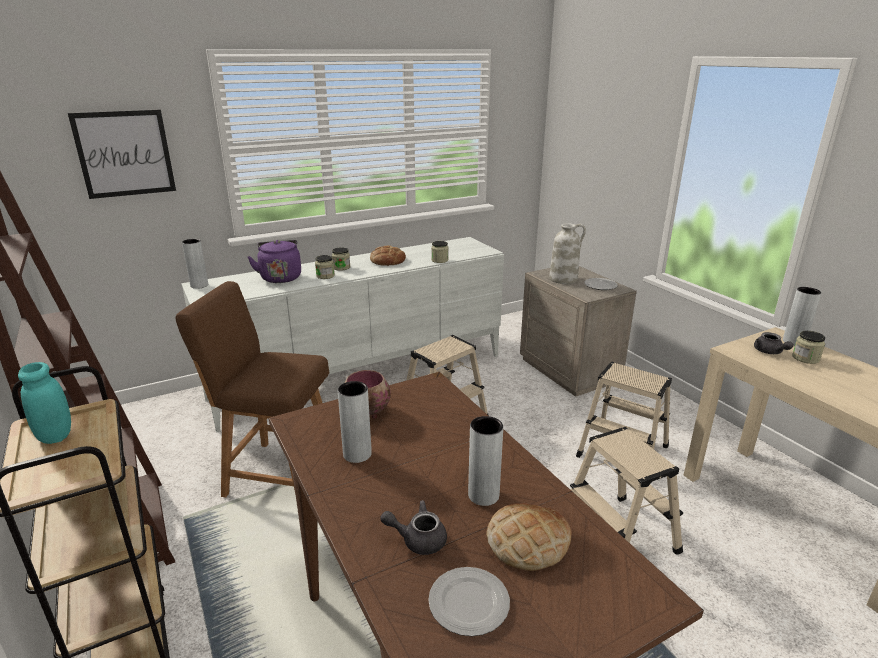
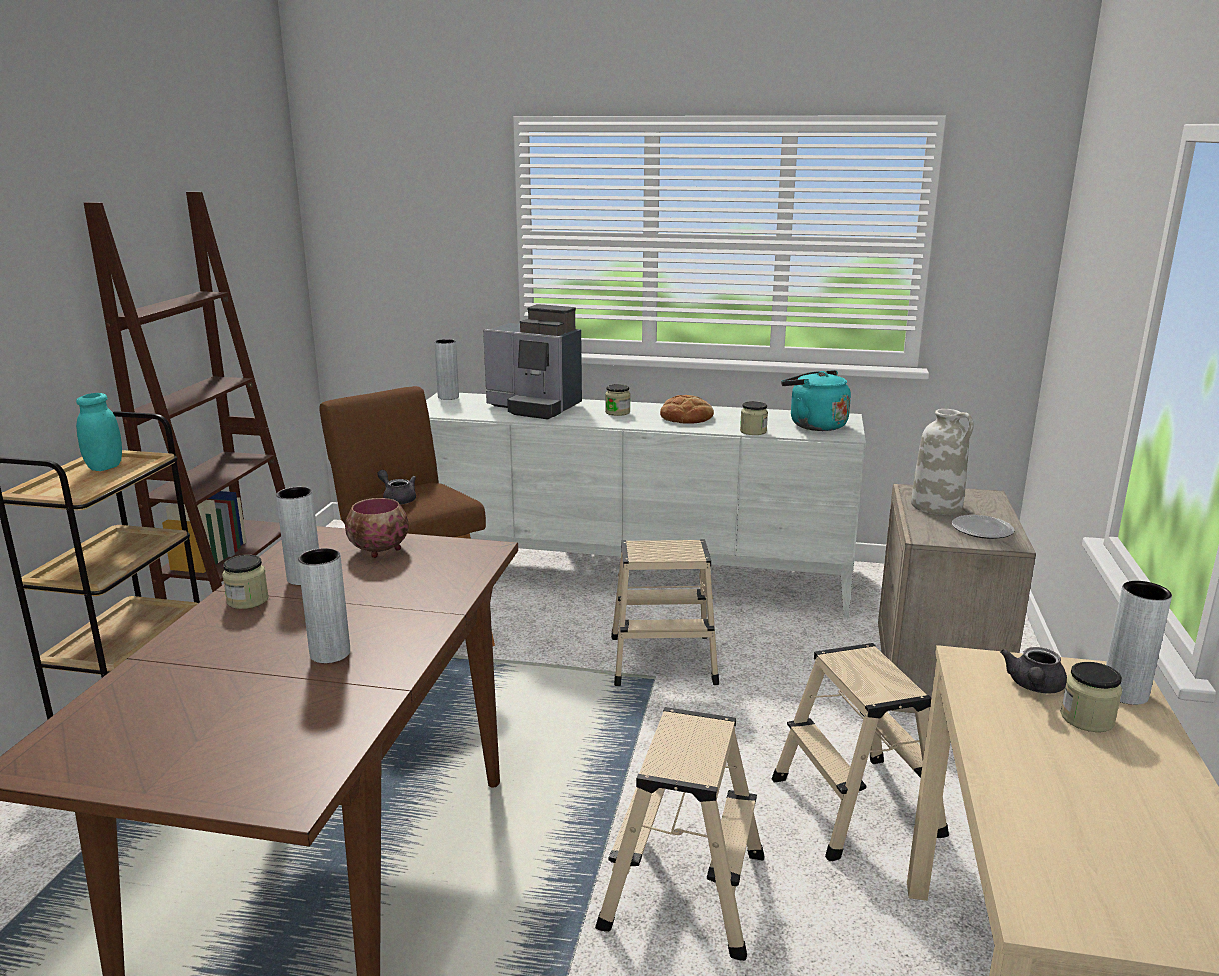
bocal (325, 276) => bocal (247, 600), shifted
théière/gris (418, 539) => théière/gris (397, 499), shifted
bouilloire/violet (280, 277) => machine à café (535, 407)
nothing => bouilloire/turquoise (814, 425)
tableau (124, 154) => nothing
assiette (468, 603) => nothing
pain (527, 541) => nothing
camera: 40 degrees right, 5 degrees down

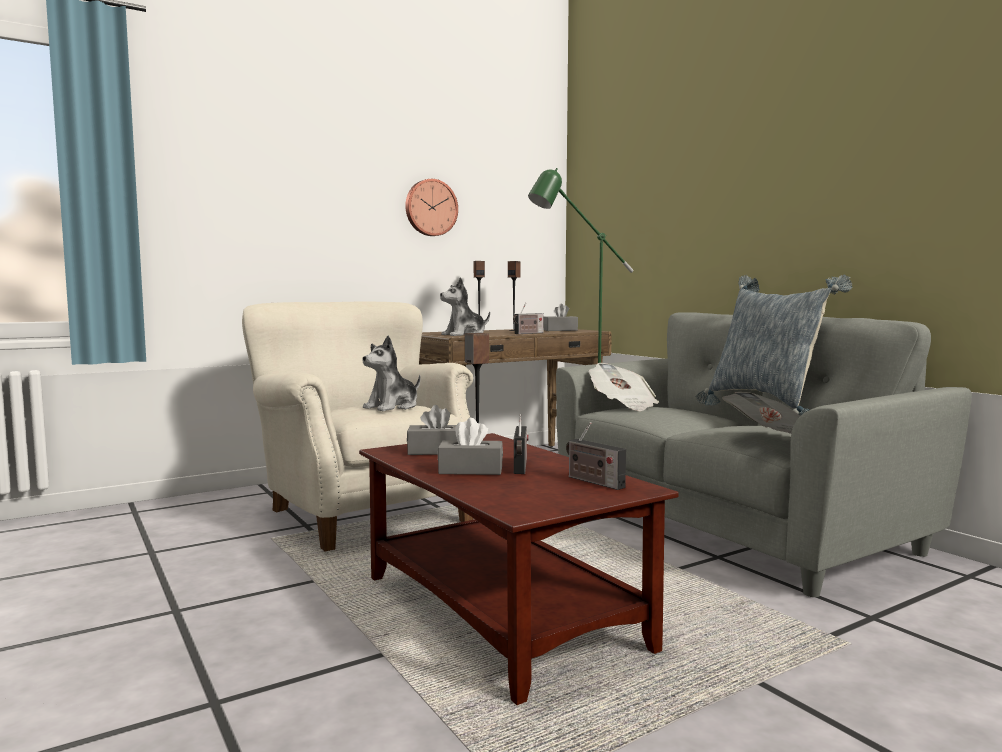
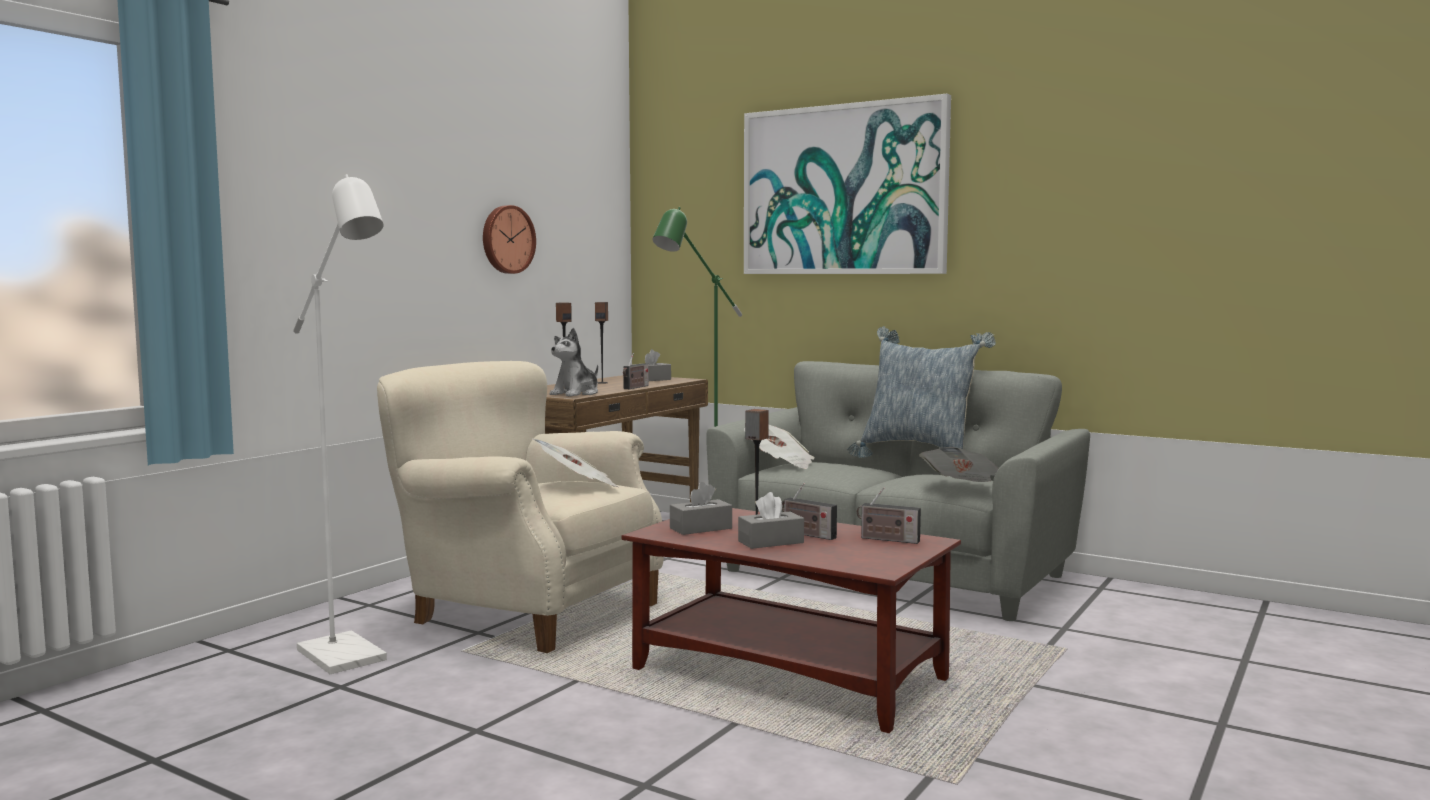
nothing => lampadaire/blanc (349, 660)
peluche (392, 407) => journal (577, 486)
nothing => tableau (843, 190)
radio (521, 467) => radio (807, 534), 150 degrees clockwise
camera: 25 degrees left, 0 degrees up

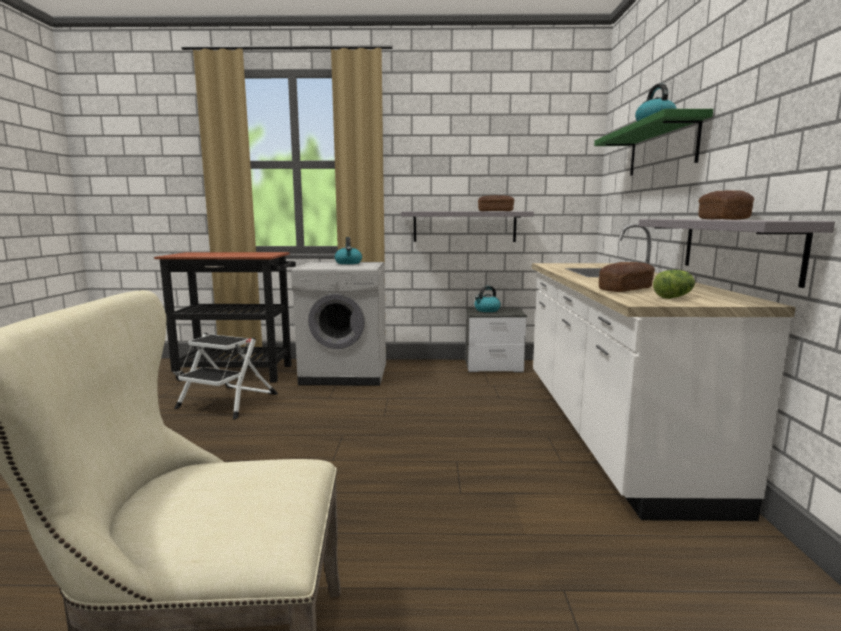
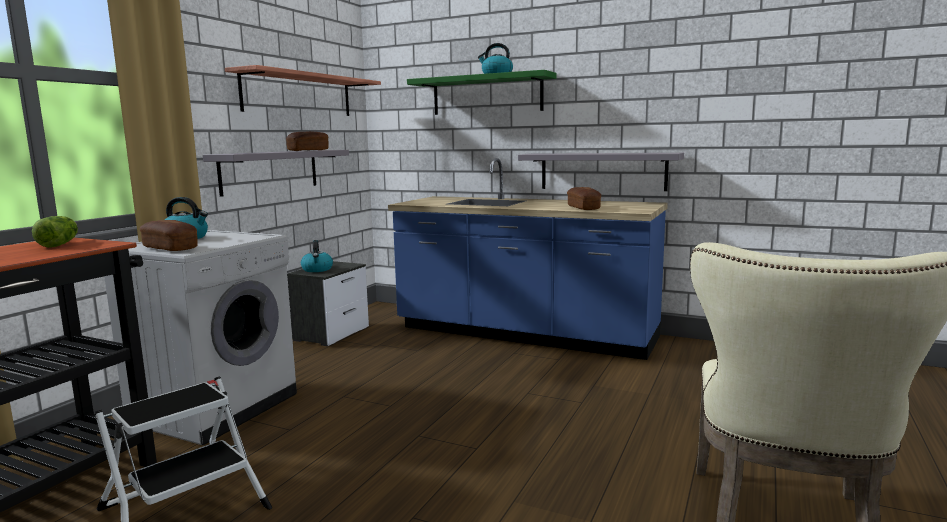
laitue (675, 296) => laitue (60, 244), shifted
pain (722, 219) => pain (170, 248), shifted
nothing => étagère (299, 95)
comptoir de cuisine/blanc (609, 431) => comptoir de cuisine/bleu (524, 334)
camera: 65 degrees left, 0 degrees up

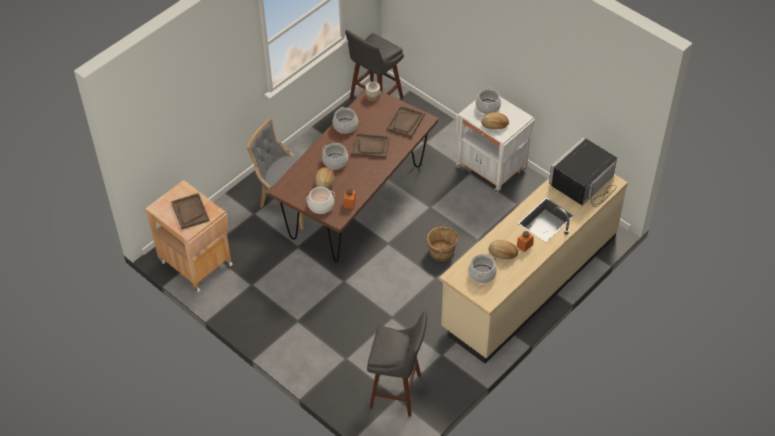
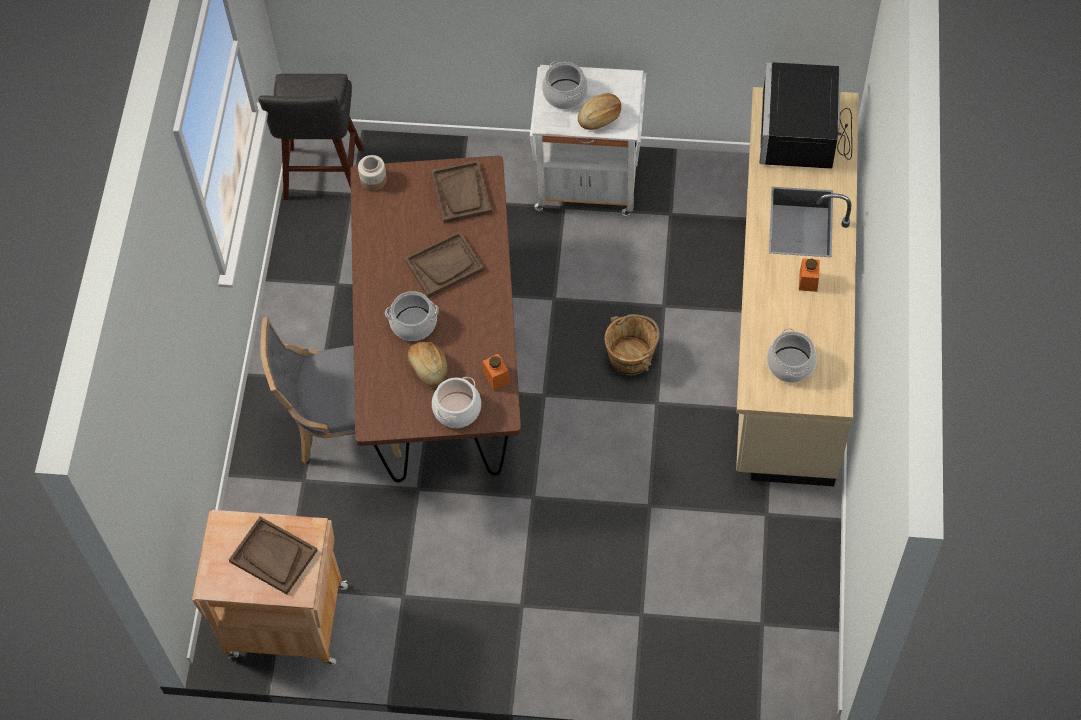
marmite (345, 126) => nothing
tabouret/gris (398, 392) => nothing
pain (503, 253) => nothing
camera: 35 degrees left, 10 degrees up

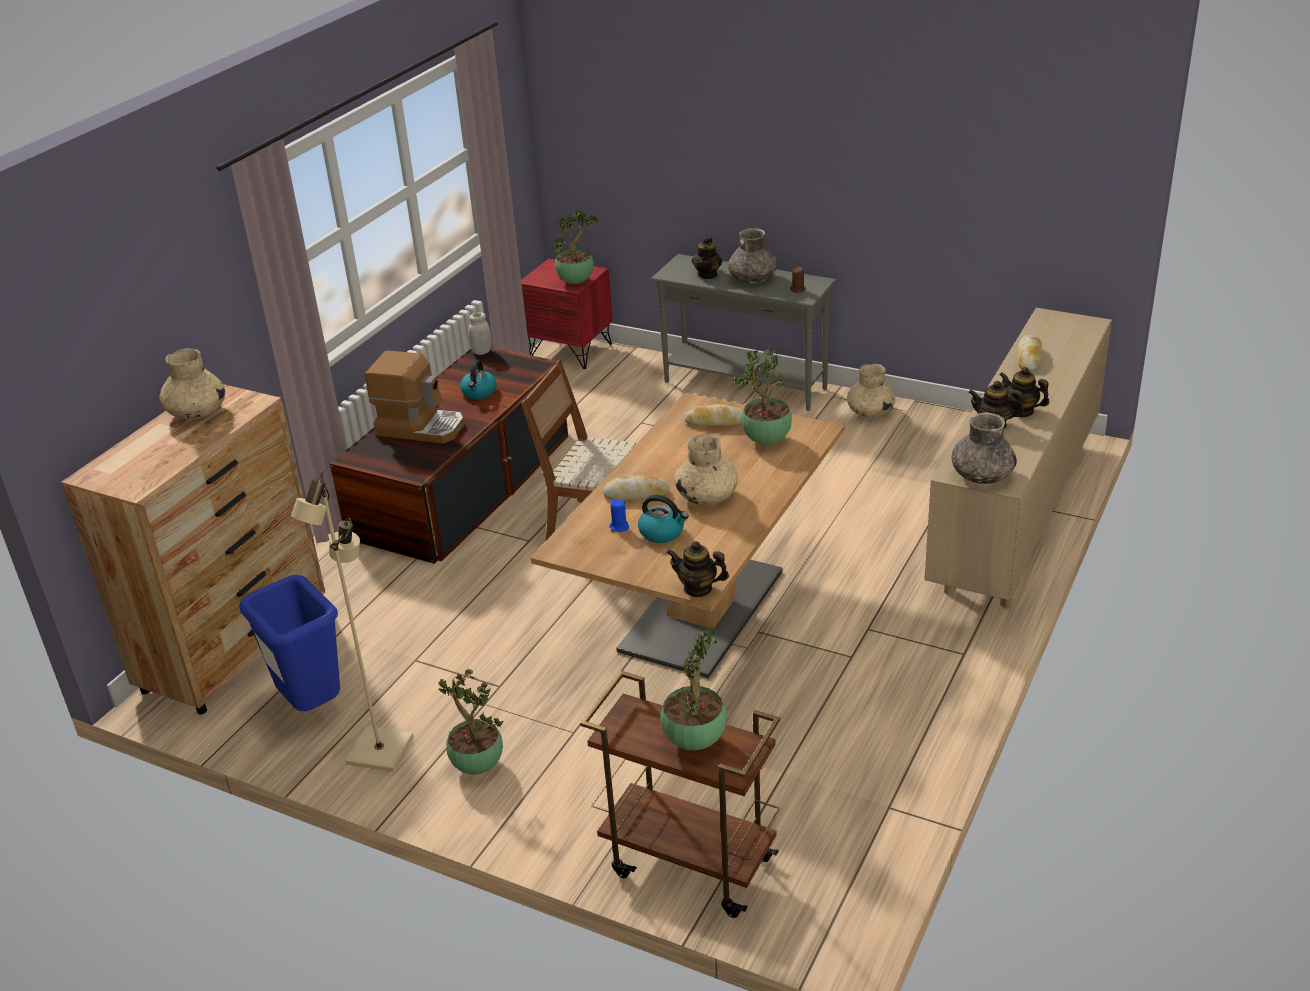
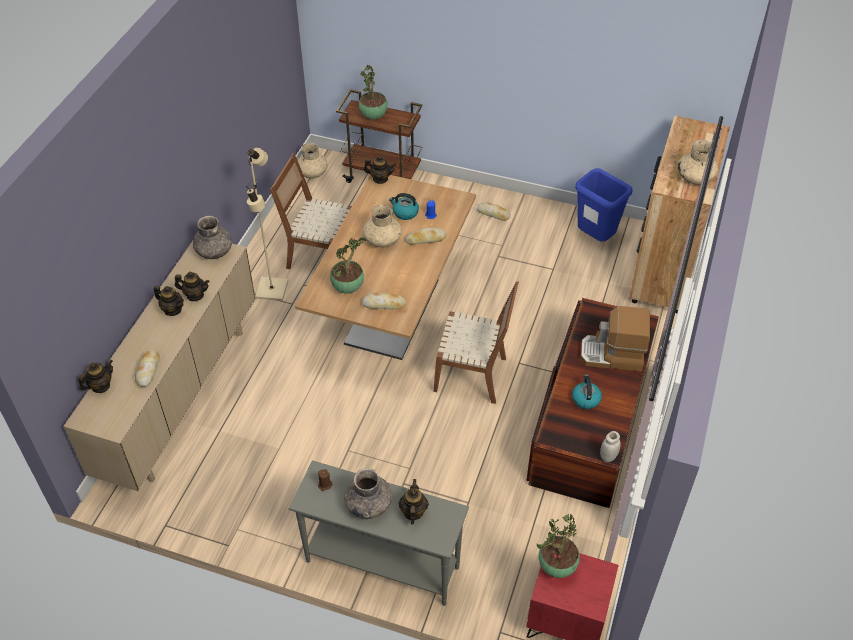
nothing => théière (100, 386)
lampadaire/beige (380, 750) => lampadaire/beige (271, 289), shifted
nothing => chaise (319, 255)
vase/beige (870, 412) => vase/beige (312, 172), shifted
plante en pot (476, 765) => pain (493, 214)
camera: 170 degrees right, 15 degrees up

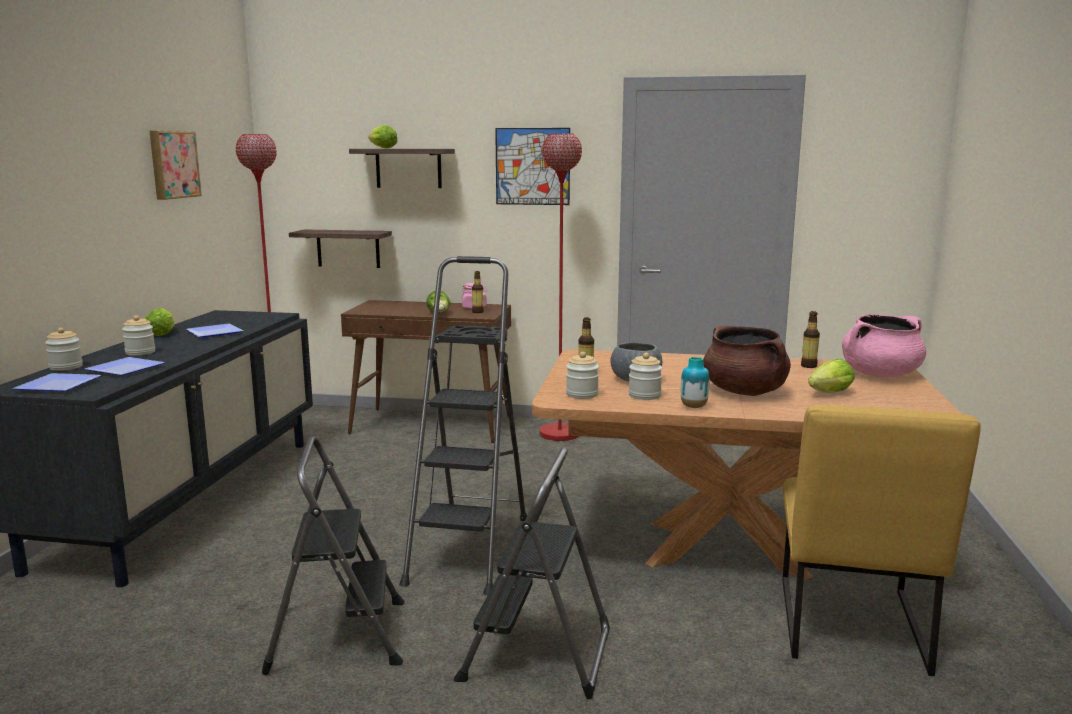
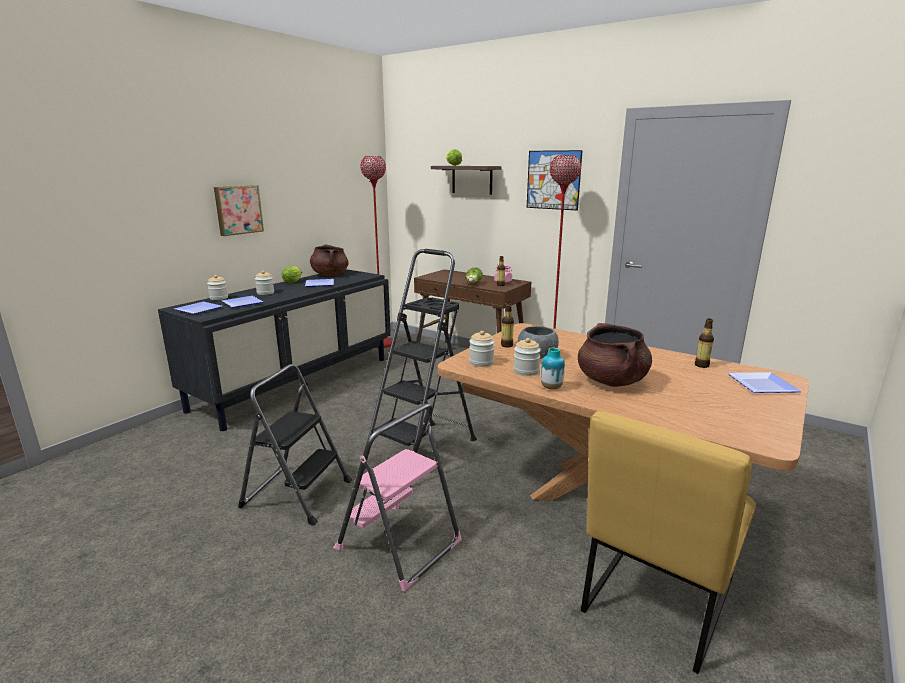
tableau (173, 164) => tableau (238, 210), shifted
nothing => marmite/marron (330, 274)
escabeau/noir (542, 655) => escabeau/rose (401, 546)
marmite/rose (880, 374) => assiette (763, 384)
étagère (348, 248) => nothing
laitue (828, 393) => nothing
camera: 25 degrees right, 5 degrees up

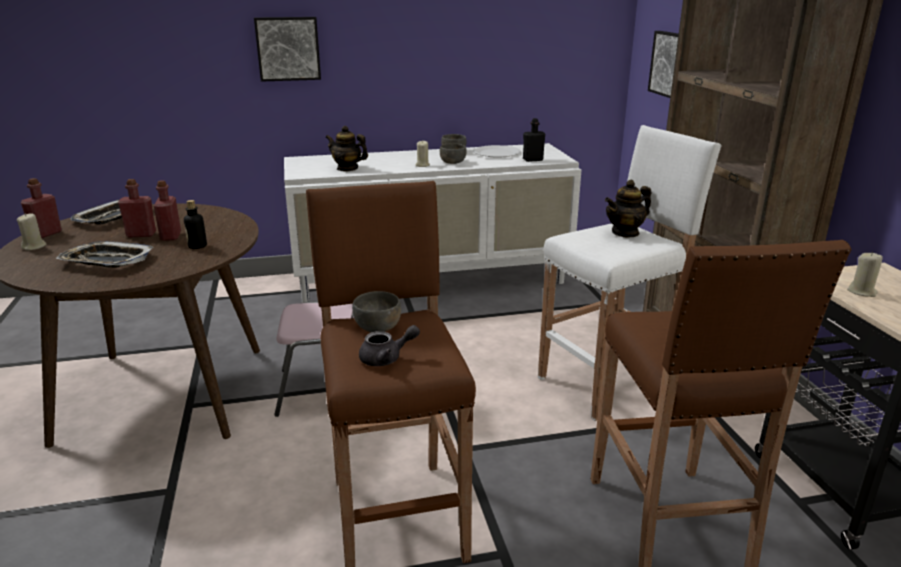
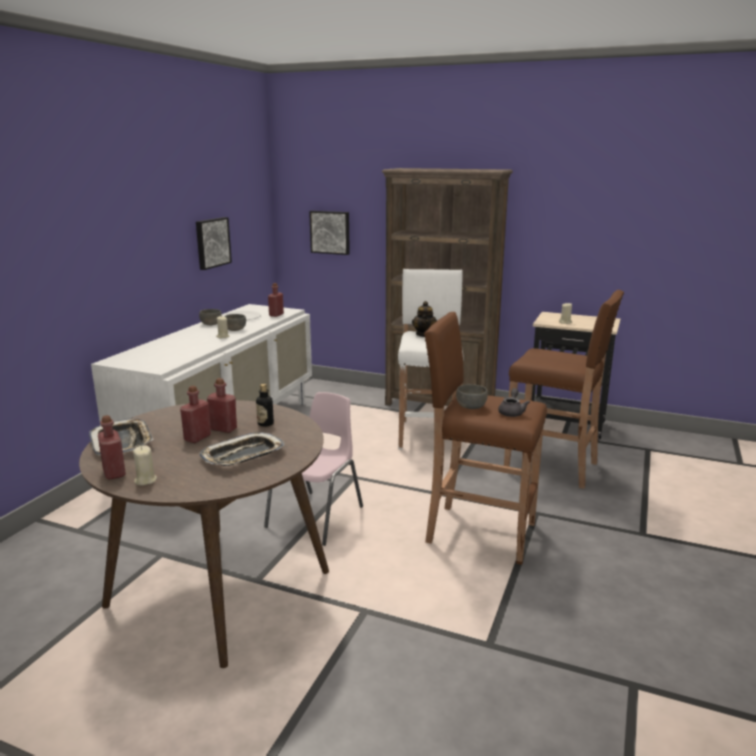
tableau (288, 48) => tableau (212, 242), shifted
bouteille/noir (533, 160) => bouteille/rouge (276, 315)
théière (347, 168) => nothing
camera: 55 degrees left, 5 degrees down

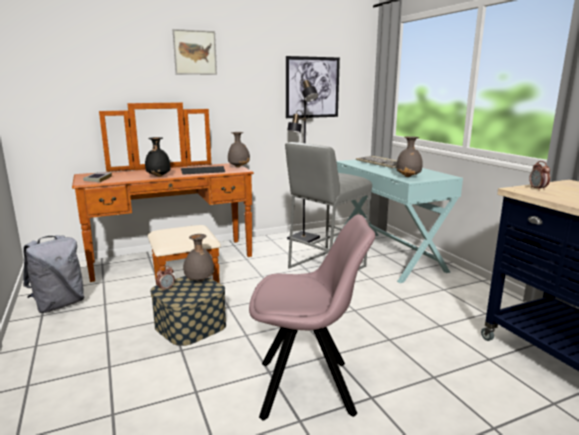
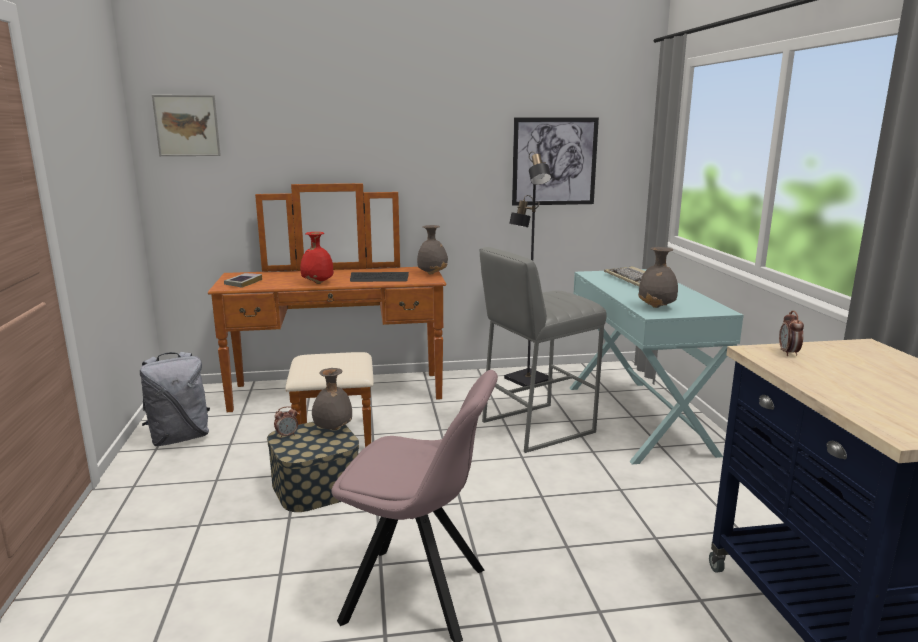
tableau (195, 52) => tableau (187, 125), shifted
vase/noir (158, 176) => vase/rouge (317, 283)
camera: 15 degrees right, 0 degrees up

